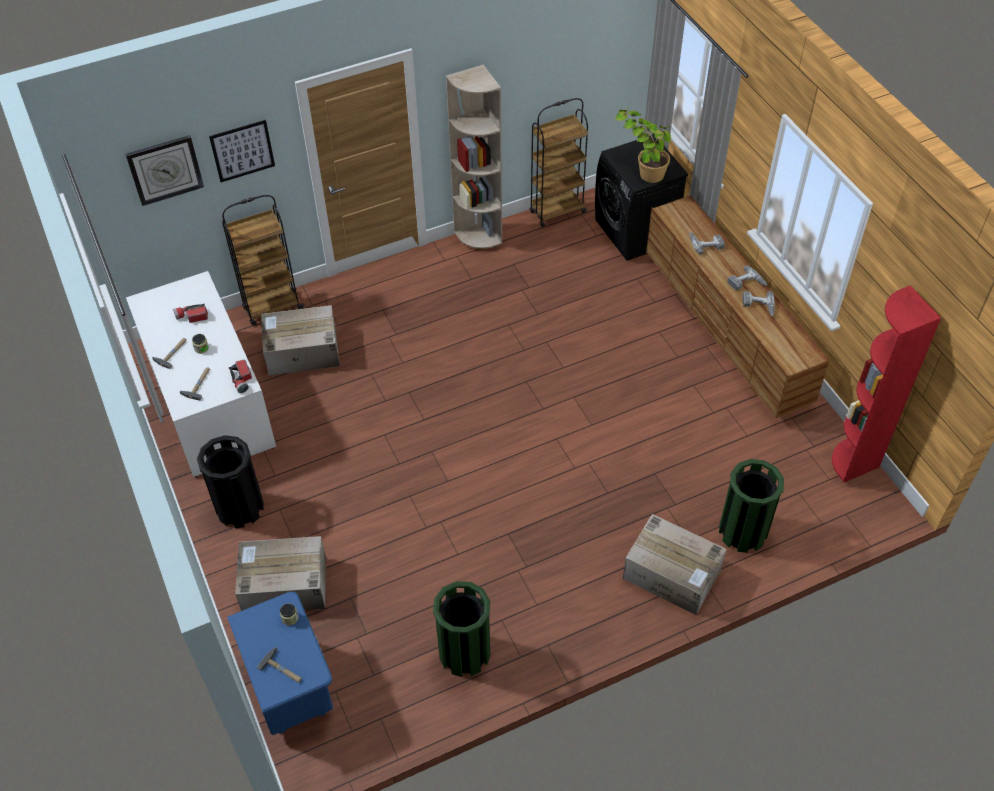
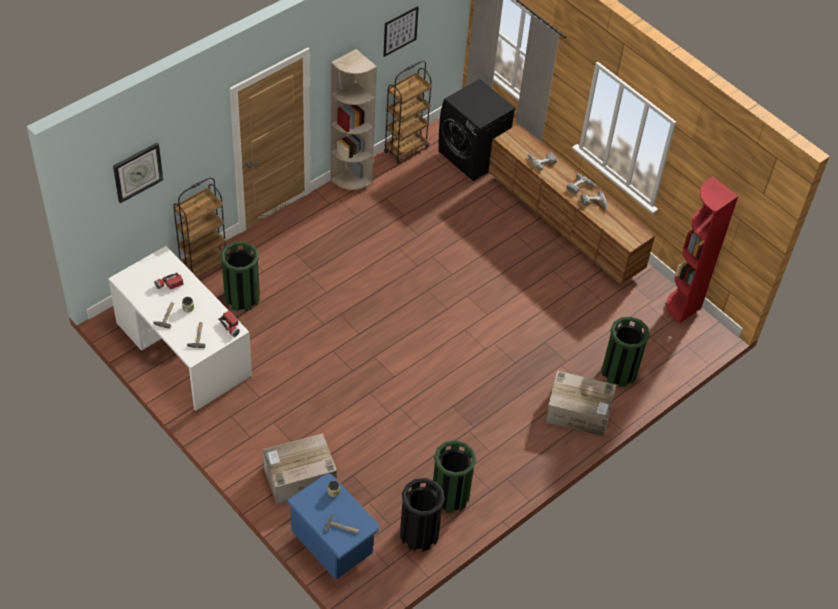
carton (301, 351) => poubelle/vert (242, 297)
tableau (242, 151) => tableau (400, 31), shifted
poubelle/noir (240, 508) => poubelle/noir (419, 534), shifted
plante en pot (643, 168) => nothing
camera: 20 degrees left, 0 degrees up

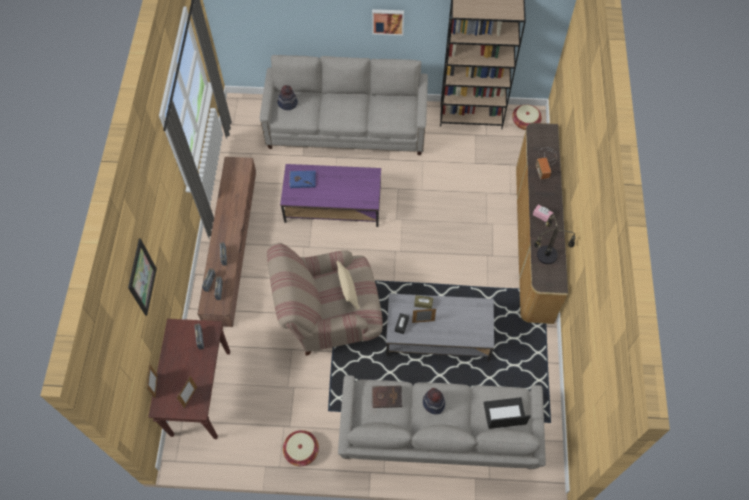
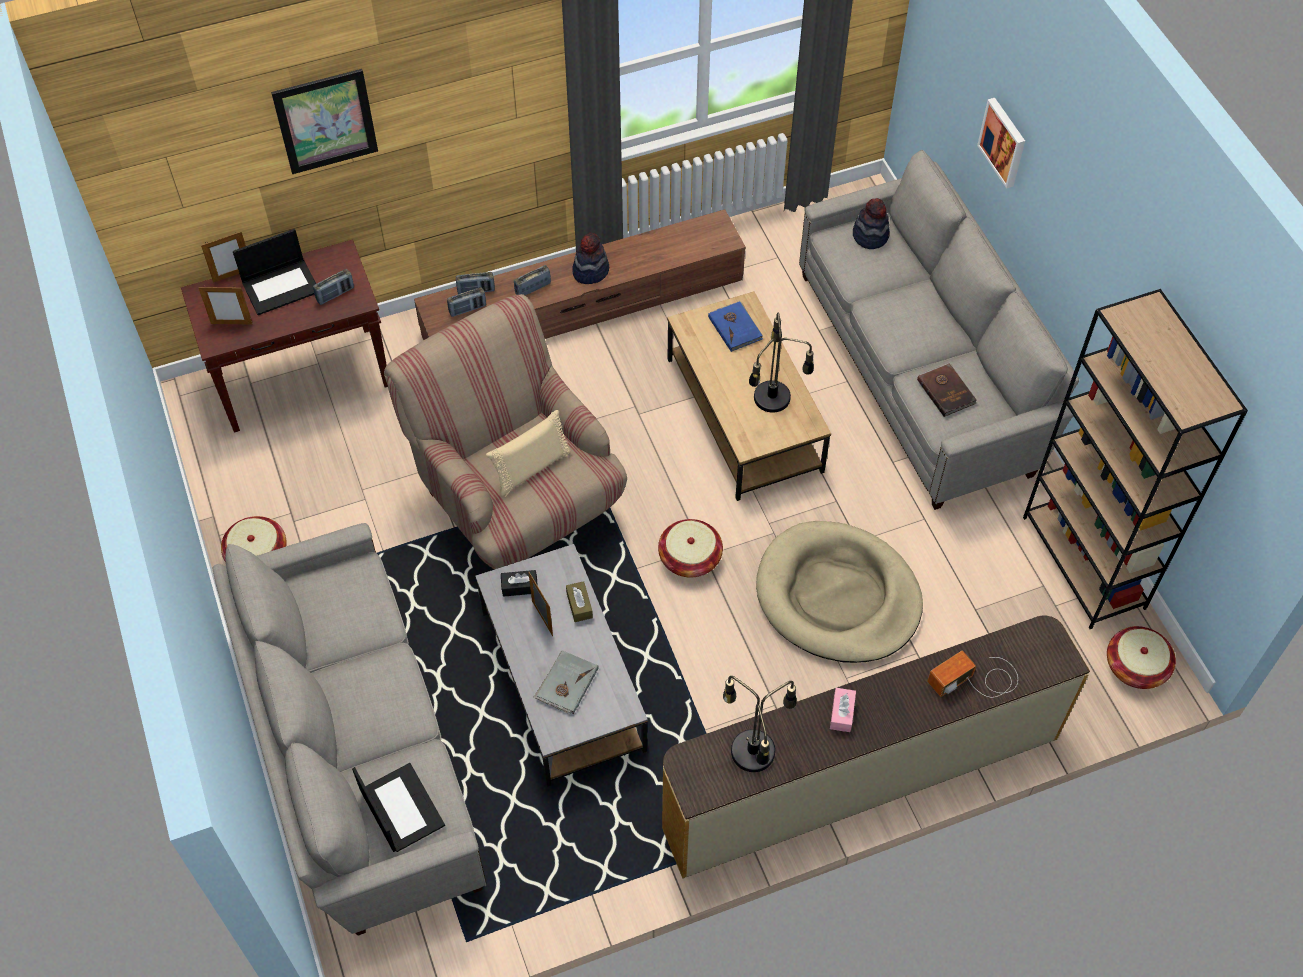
nothing => ordinateur portable (281, 286)
nothing => livre/gris (566, 683)
chapeau (433, 403) => chapeau (590, 271), shifted
nothing => panier (690, 558)
table basse/violet (333, 204) => table basse/marron (744, 414)
nothing => lampe de table (772, 398)
nothing => panier pour chien/beige (837, 596)
livre/marron (386, 396) => livre/marron (946, 391), shifted
tableau (388, 21) => tableau (1004, 142), shifted
camera: 65 degrees right, 5 degrees down

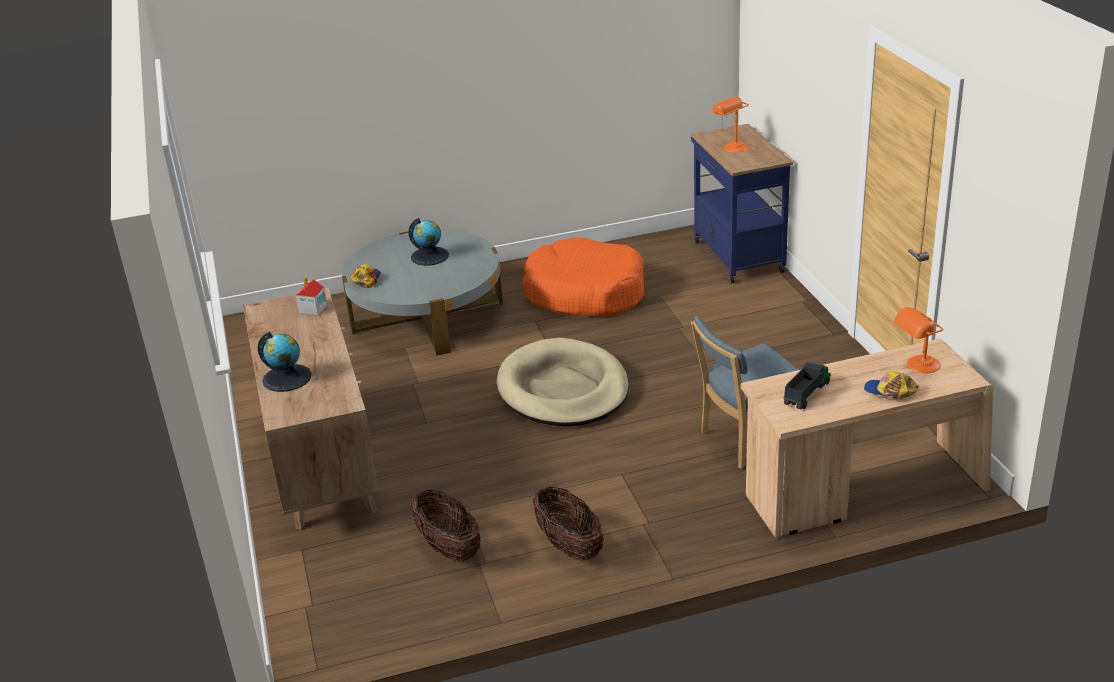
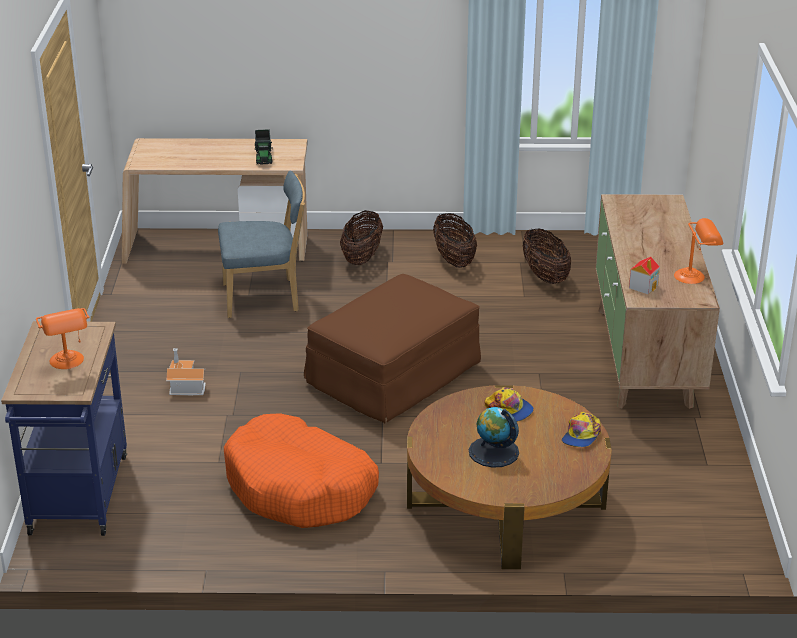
nothing => maison miniature (185, 385)
camion jouet (807, 393) => camion jouet (263, 155), 60 degrees counterclockwise
panier pour chien/beige (563, 389) => pouf/marron (393, 375)
nothing => panier (362, 257)
table basse/gris (427, 316) => table basse/marron (505, 503)
casquette (889, 391) => casquette (509, 409), shifted
lampe de table/orange (918, 366) => lampe de table/orange (695, 275), shifted
globe (287, 378) => nothing
camera: 165 degrees left, 0 degrees up

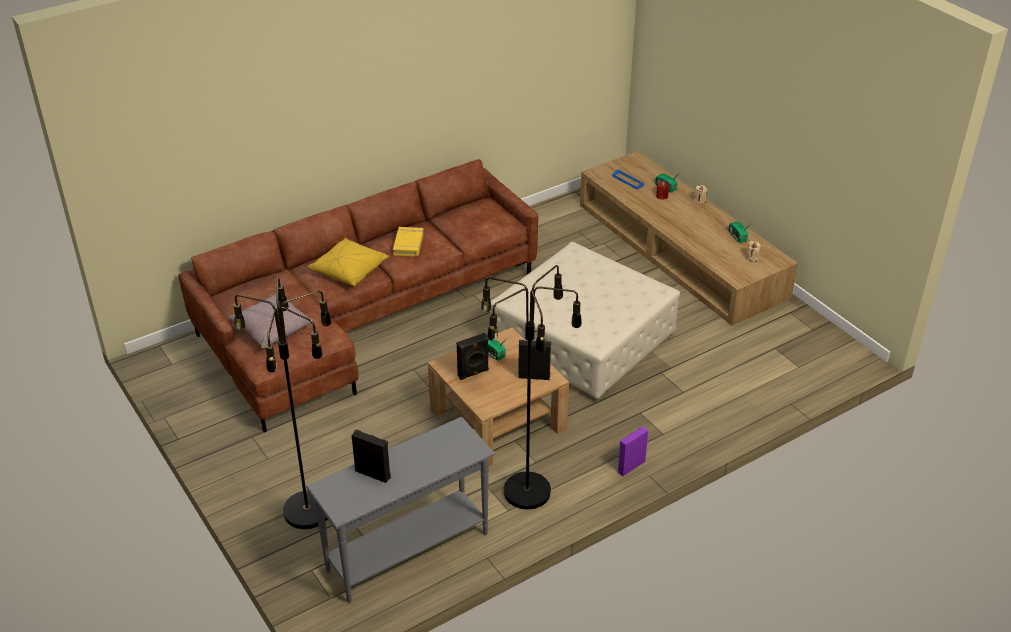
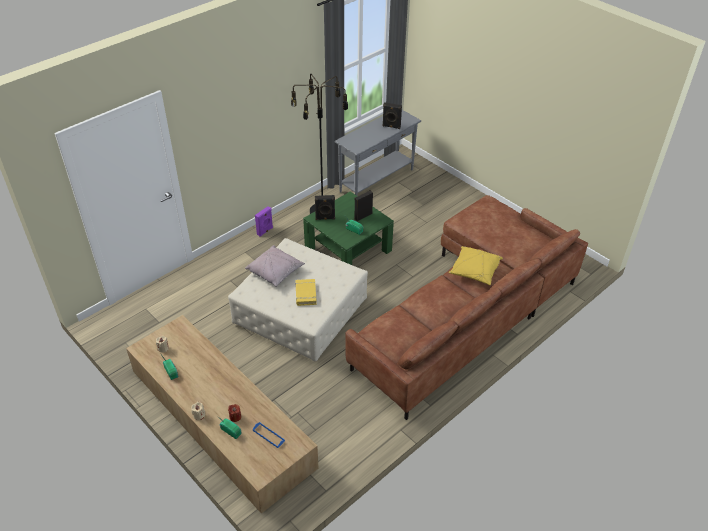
coussin/violet (272, 329) => coussin/violet (275, 271), shifted
livre/jaune (408, 244) => livre/jaune (305, 294), shifted
table basse/marron (498, 419) => table basse/vert (348, 249)
lampadaire (308, 511) => nothing
camera: 170 degrees right, 5 degrees up

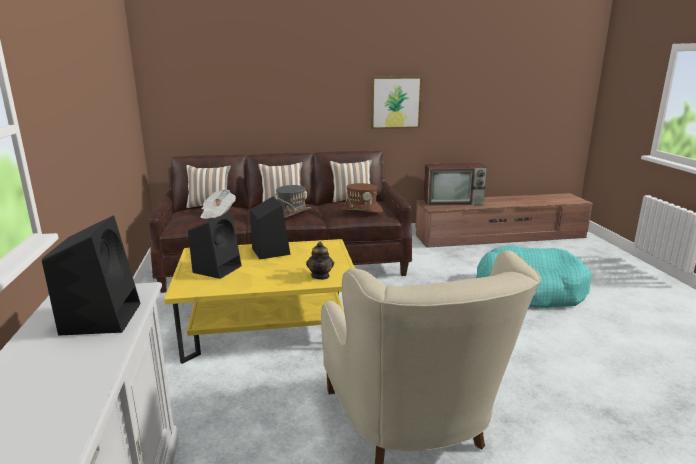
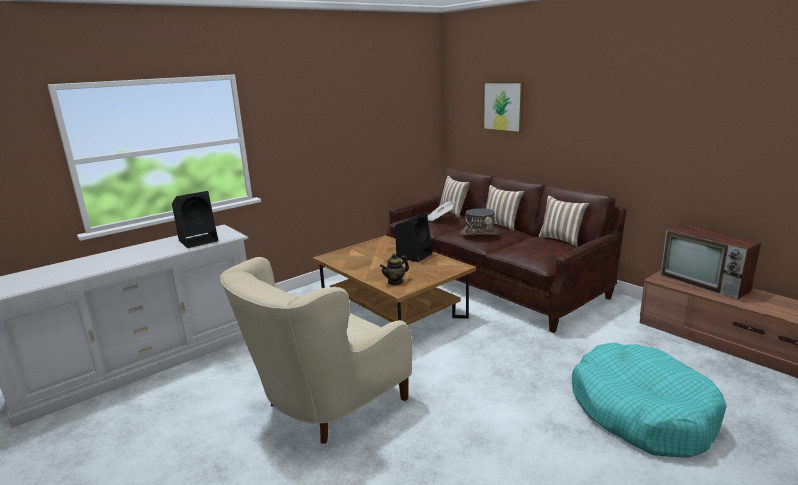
table basse/jaune (269, 325) => table basse/marron (393, 311)
tableau (395, 102) => tableau (503, 106), shifted
enceinte/noir (217, 269) => nothing
chapeau/marron (361, 210) => nothing
camera: 60 degrees right, 0 degrees up

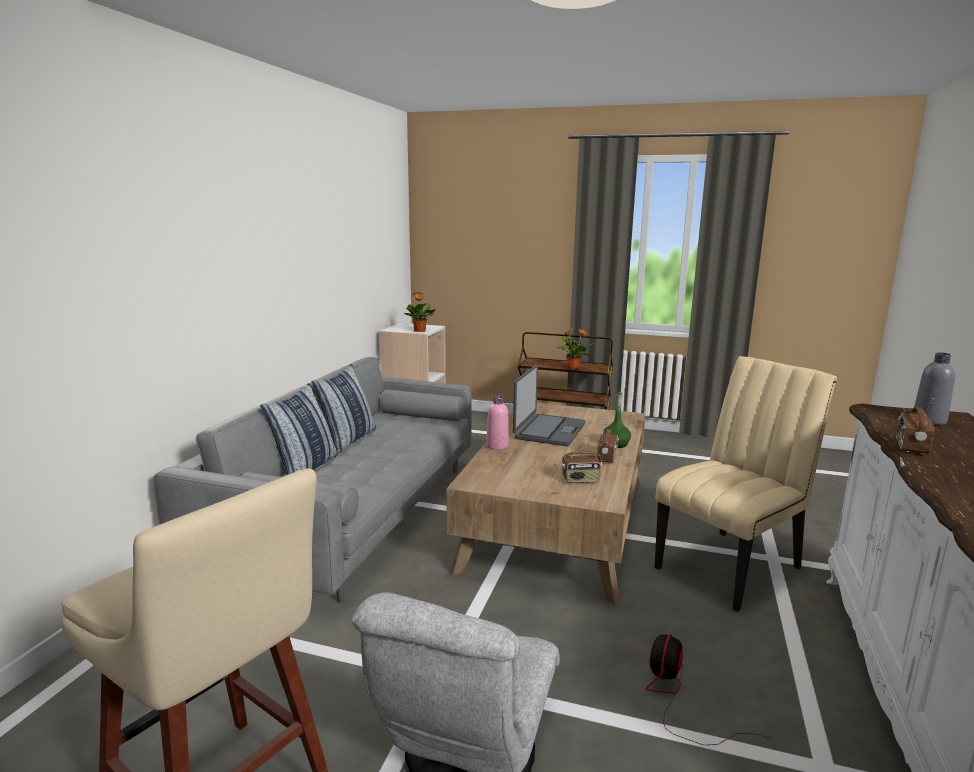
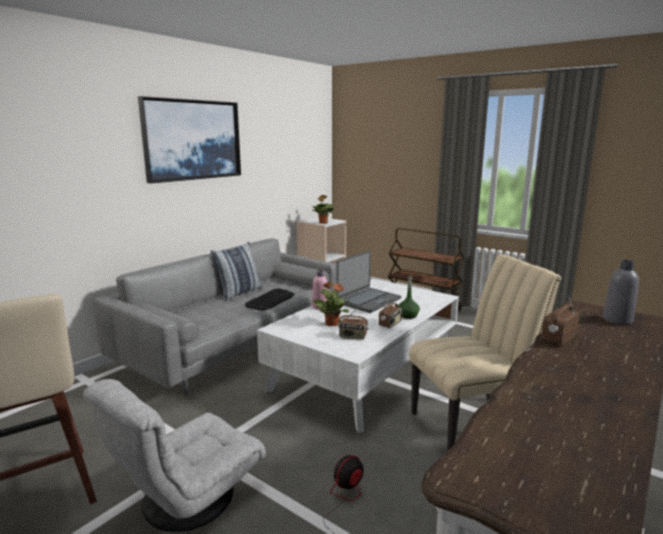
nothing => tableau (192, 140)
nothing => clavier (271, 300)
table basse/marron (558, 522) => table basse/blanc (366, 369)
plante en pot (572, 367) => plante en pot (331, 323), shifted
coussin (305, 468) => nothing
camera: 20 degrees right, 0 degrees up

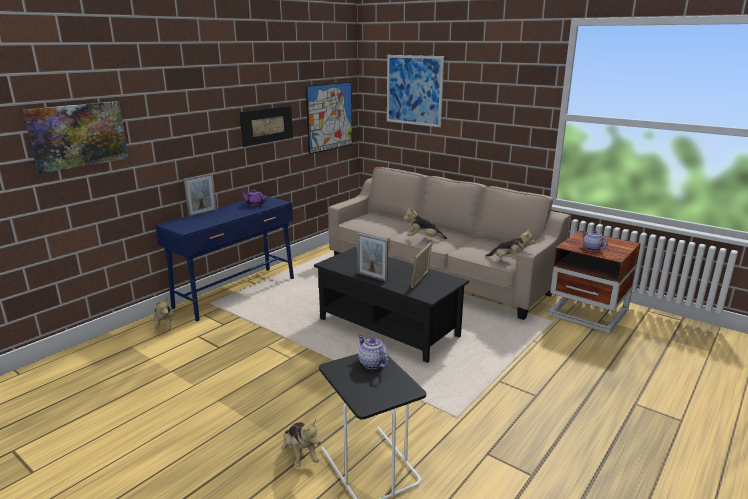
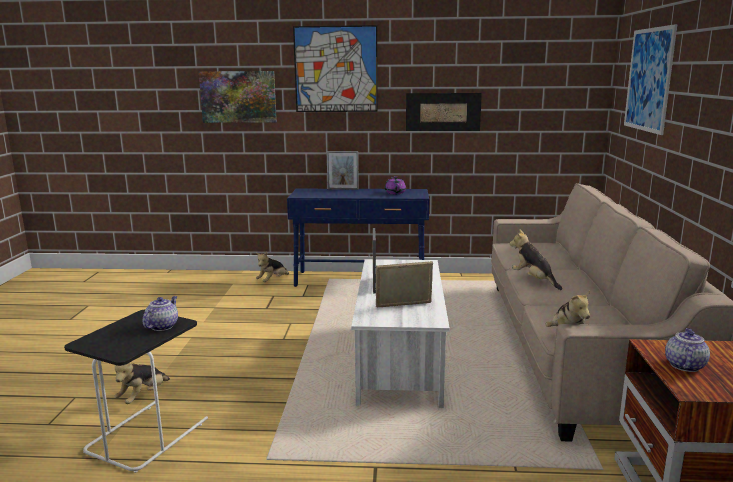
tableau (330, 117) => tableau (336, 69), shifted
table basse/noir (388, 328) => table basse/blanc (400, 362)
camera: 55 degrees right, 5 degrees down

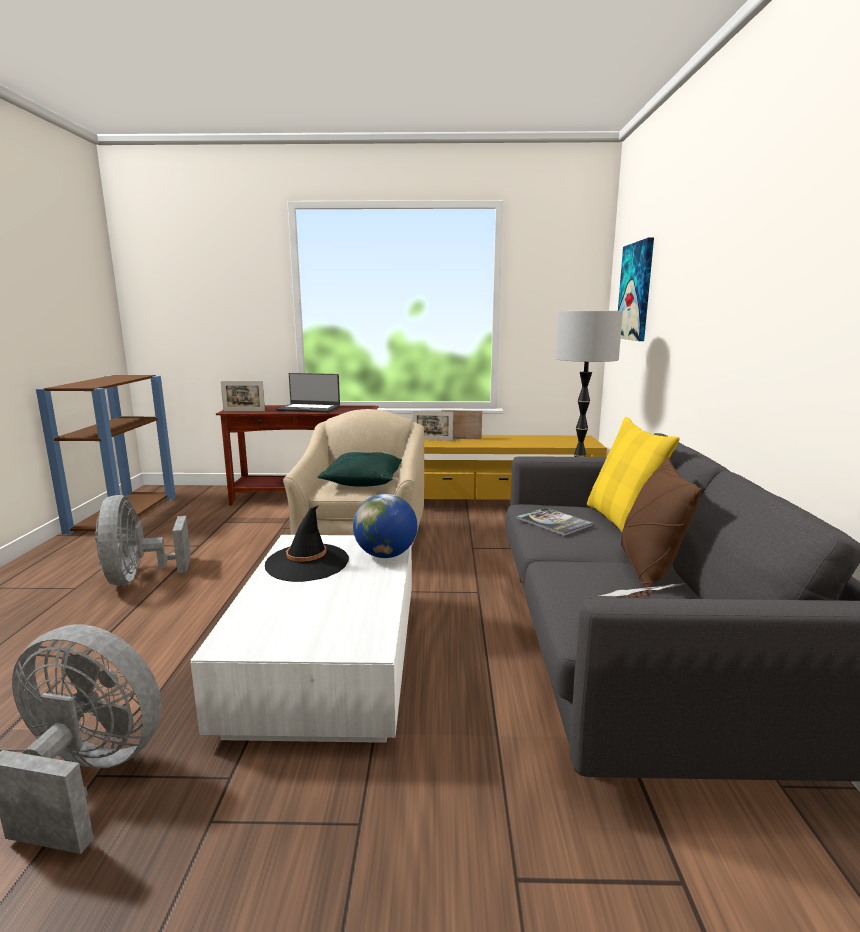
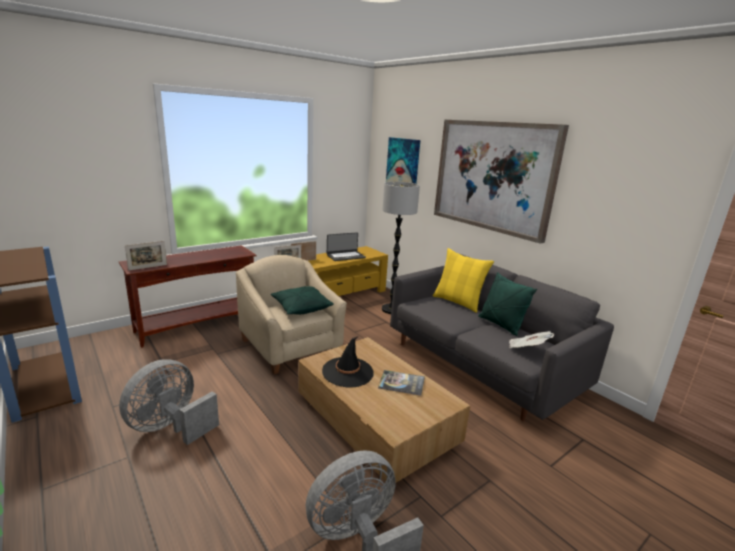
ventilateur/gris (139, 577) => ventilateur/gris (171, 427), 90 degrees clockwise
table basse/blanc (328, 657) => table basse/marron (375, 421)
ordinateur portable (309, 408) => ordinateur portable (345, 256), shifted
livre (554, 522) => livre (401, 383), shifted
nothing => tableau (493, 176)
coussin/marron (648, 568) => coussin/vert (500, 325)
globe (386, 555) => nothing
camera: 40 degrees left, 5 degrees up

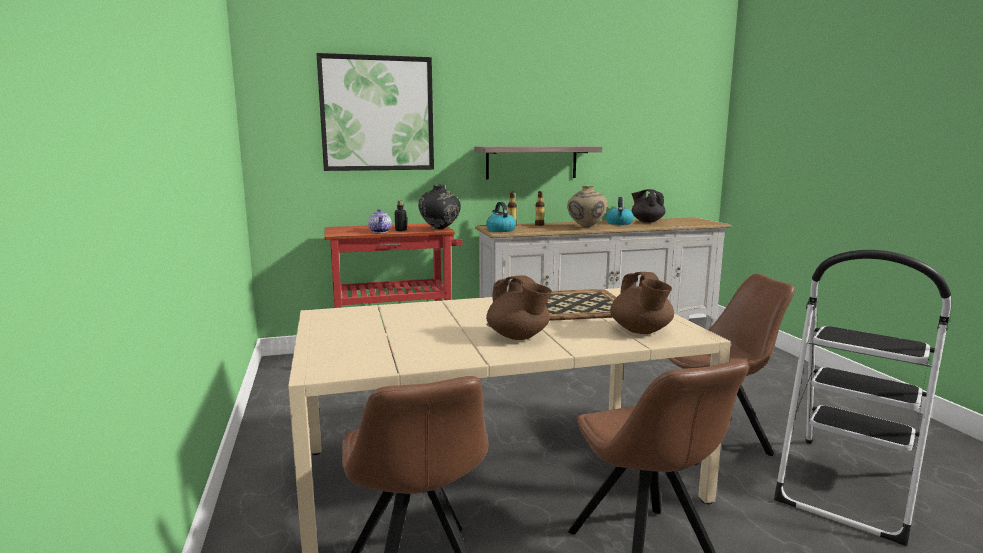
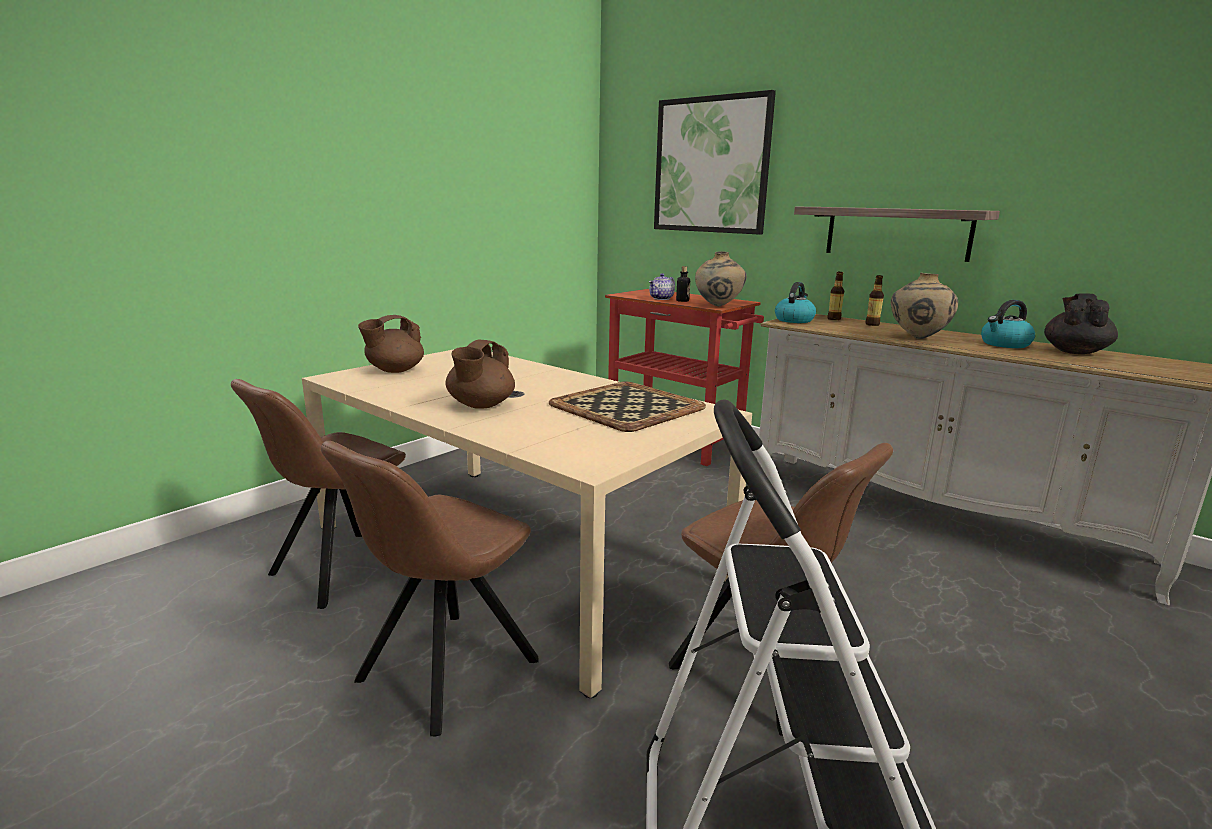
théière/marron (641, 331) => théière/marron (394, 370), shifted
vase/noir (440, 229) => vase/beige (718, 306)
camera: 55 degrees right, 5 degrees up

